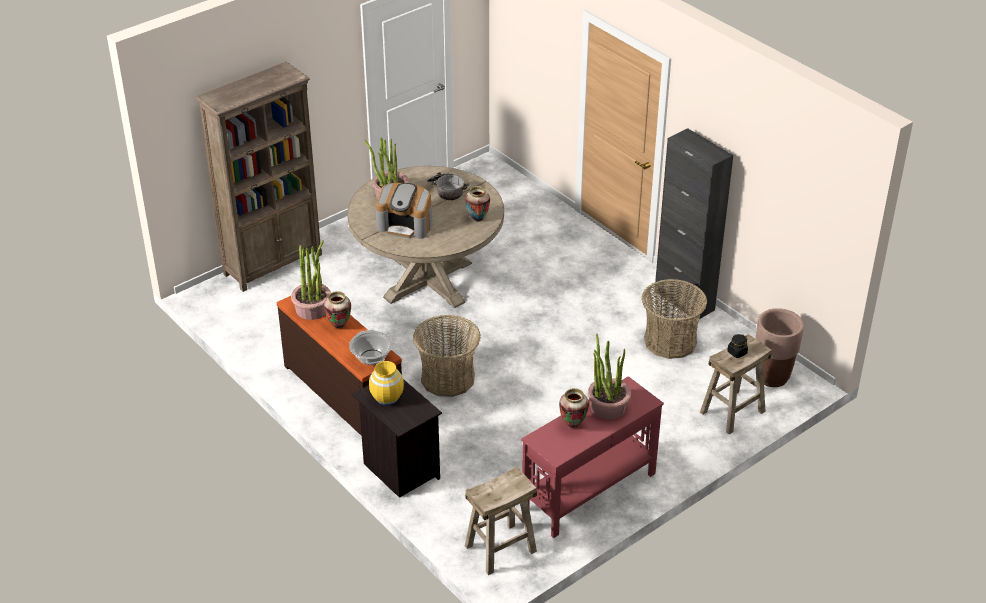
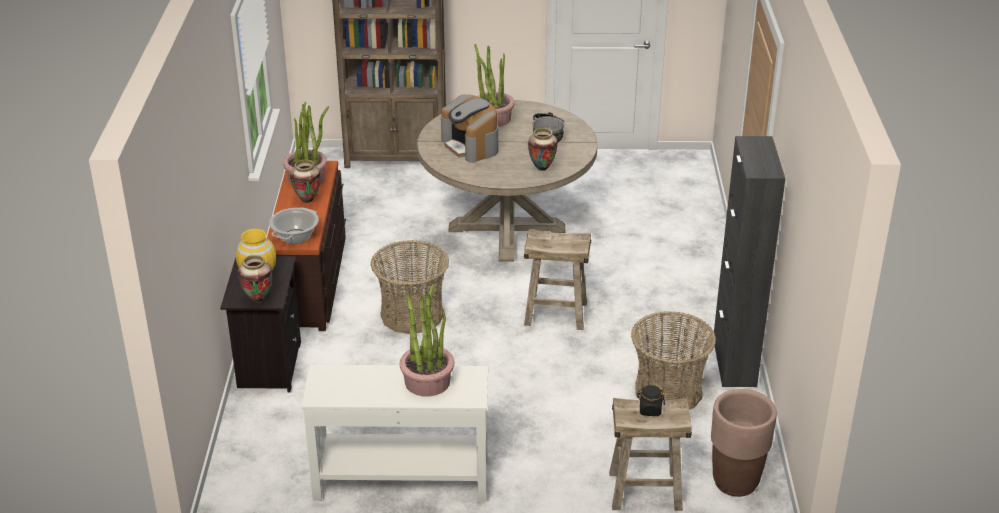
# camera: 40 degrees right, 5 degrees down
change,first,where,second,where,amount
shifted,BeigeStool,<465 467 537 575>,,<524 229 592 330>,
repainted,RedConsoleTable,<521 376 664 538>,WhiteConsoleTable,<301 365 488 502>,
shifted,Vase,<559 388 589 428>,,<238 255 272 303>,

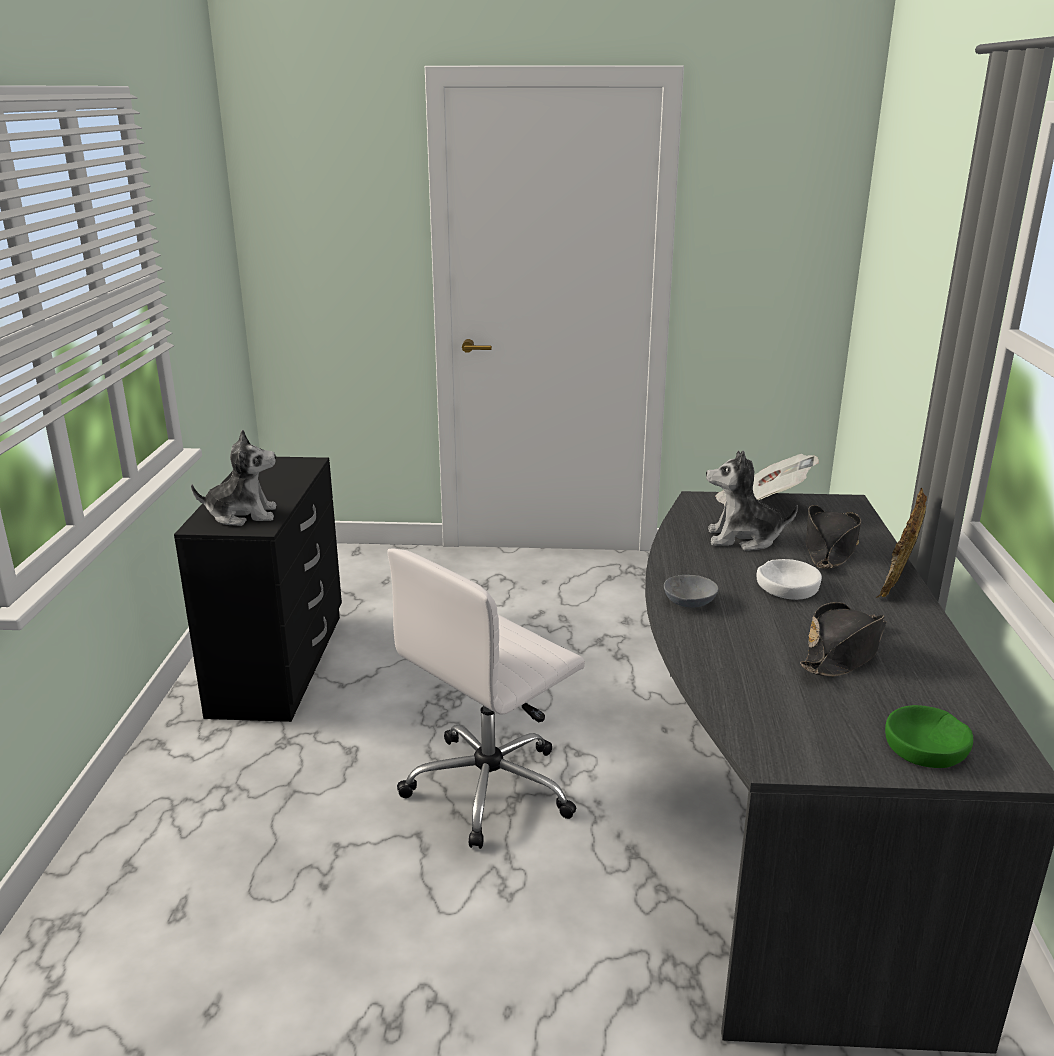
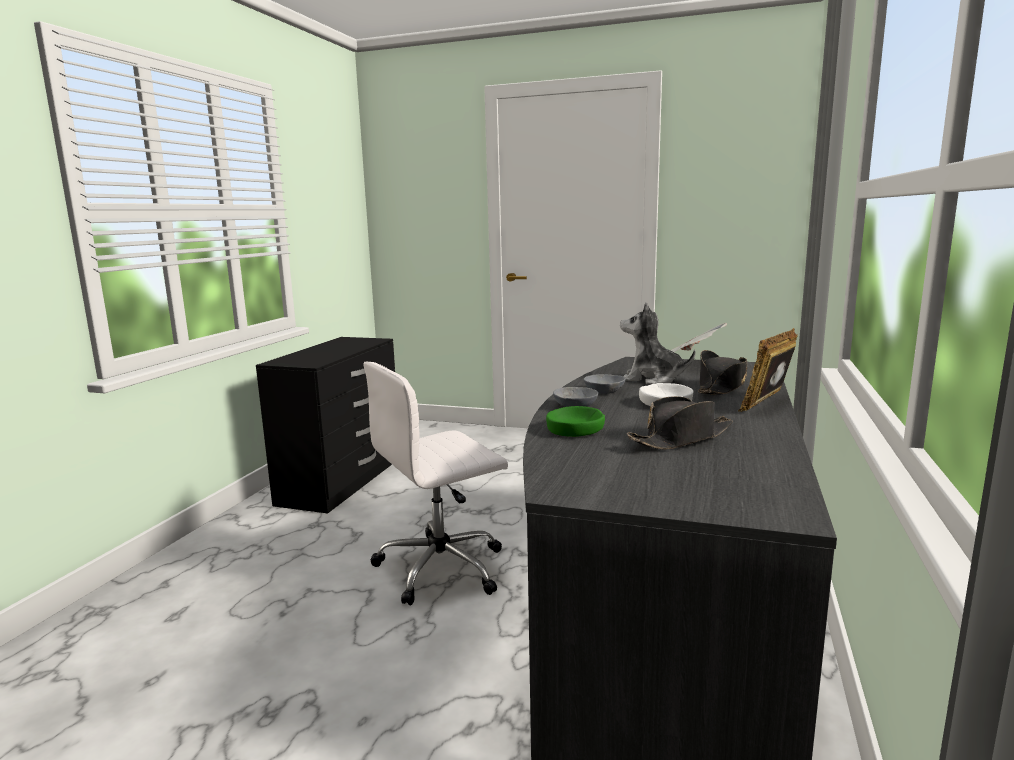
# camera: 15 degrees right, 10 degrees down
change,first,where,second,where,amount
gone,PlushToy,<191 429 276 526>,,,
shifted,GreenBowl,<885 705 973 768>,,<546 406 605 437>,
new,,,GreyBowl,<584 374 626 394>,

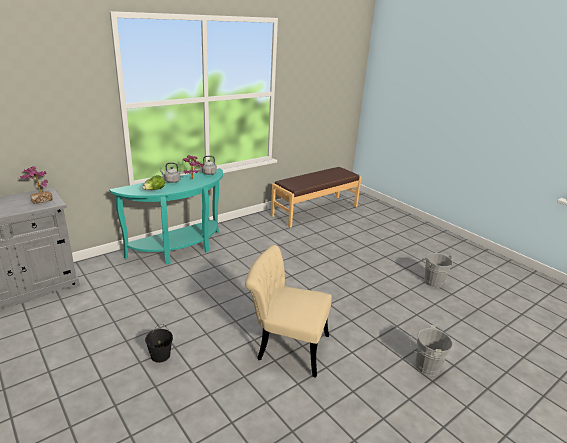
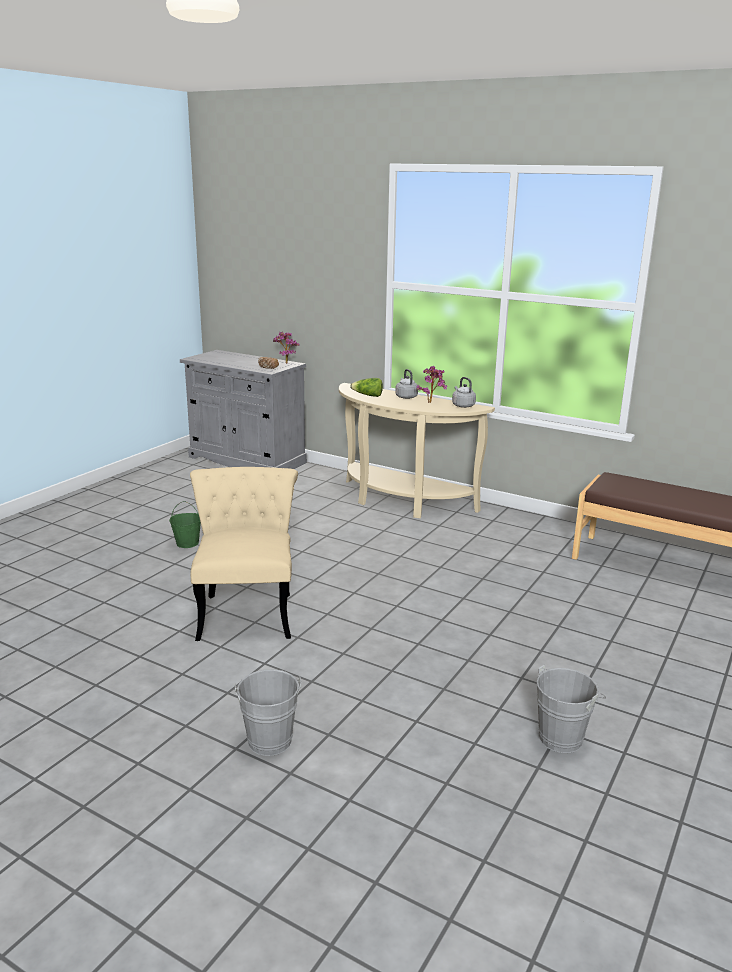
# camera: 70 degrees right, 5 degrees down
change,first,where,second,where,amount
repainted,TurquoiseConsoleTable,<109 168 223 264>,BeigeConsoleTable,<339 383 495 518>,
repainted,BlackBucket,<145 324 173 363>,GreenBucket,<169 501 201 548>,

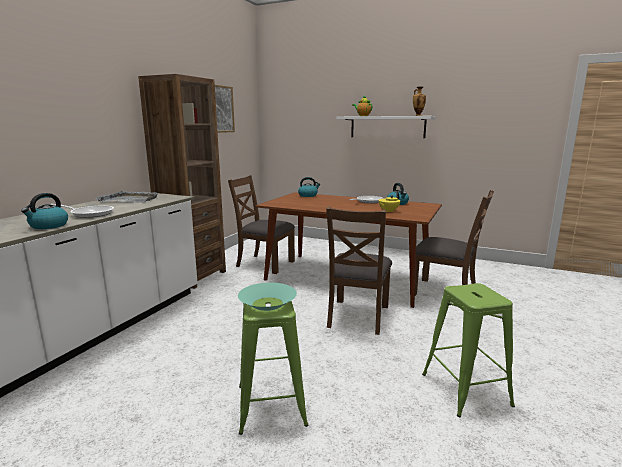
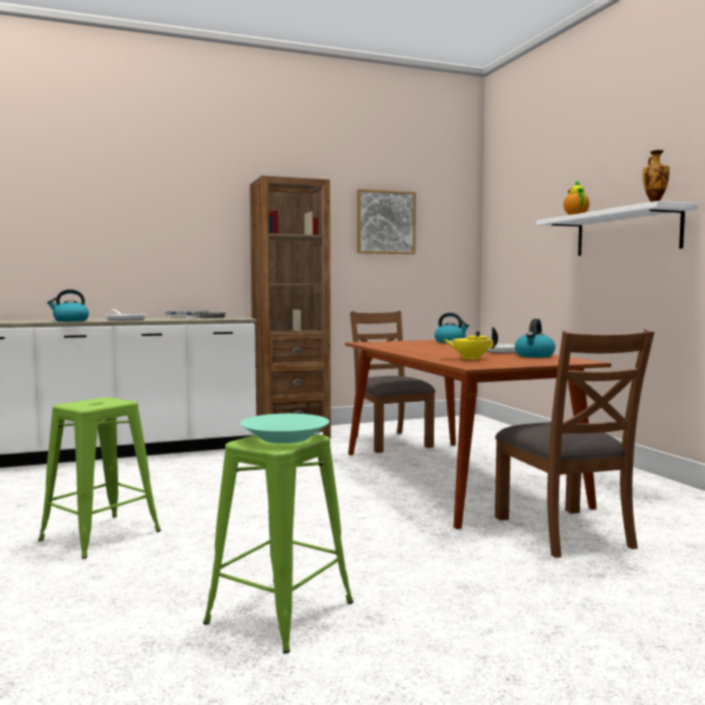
# camera: 45 degrees right, 10 degrees down
change,first,where,second,where,amount
shifted,TurquoiseBowl,<238 283 297 311>,,<240 413 329 444>,
gone,BrownChair,<326 206 392 335>,,,

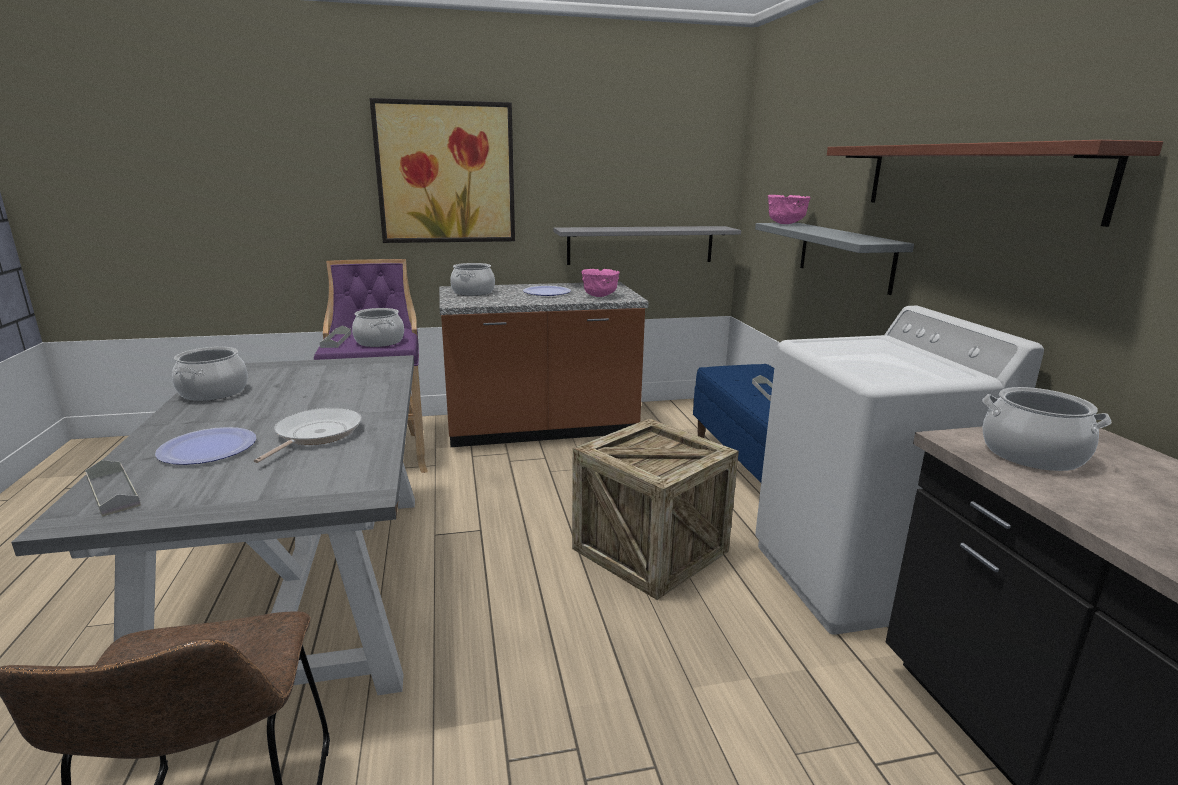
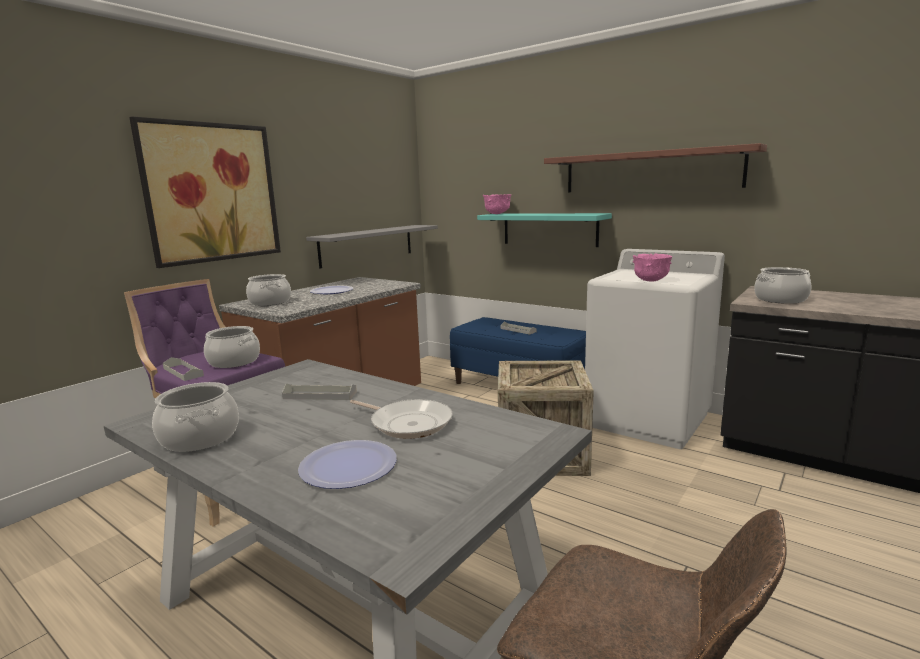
# camera: 40 degrees left, 5 degrees down
change,first,where,second,where,amount
shifted,GreyTray,<85 460 141 516>,,<282 384 357 400>,
rotated,FryingPan,<254 408 362 463>,,<350 399 453 439>,150 degrees clockwise
shifted,PinkBowl,<581 269 620 297>,,<633 254 672 282>,
repainted,GreyShelf,<755 223 914 295>,TurquoiseShelf,<477 213 612 247>,

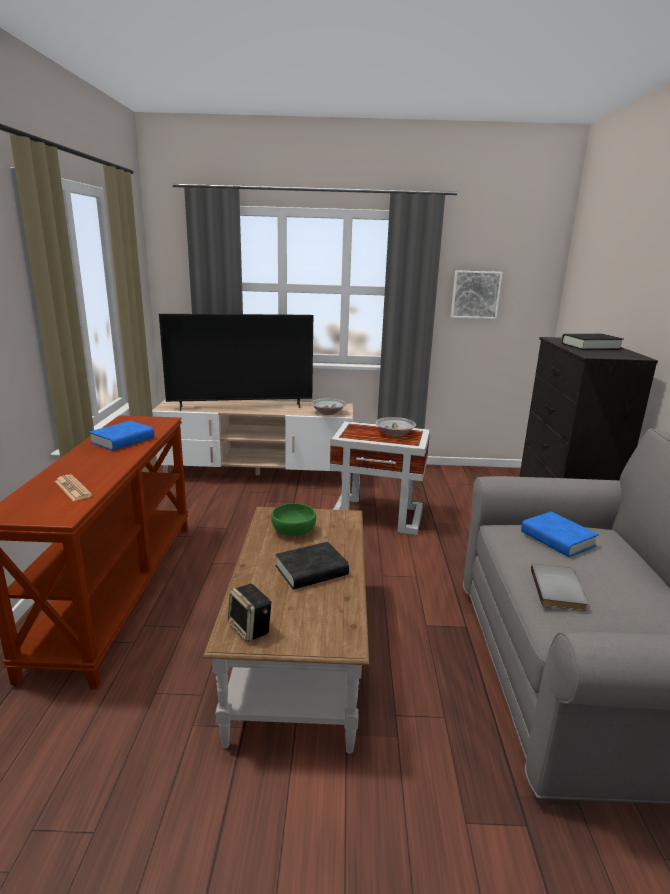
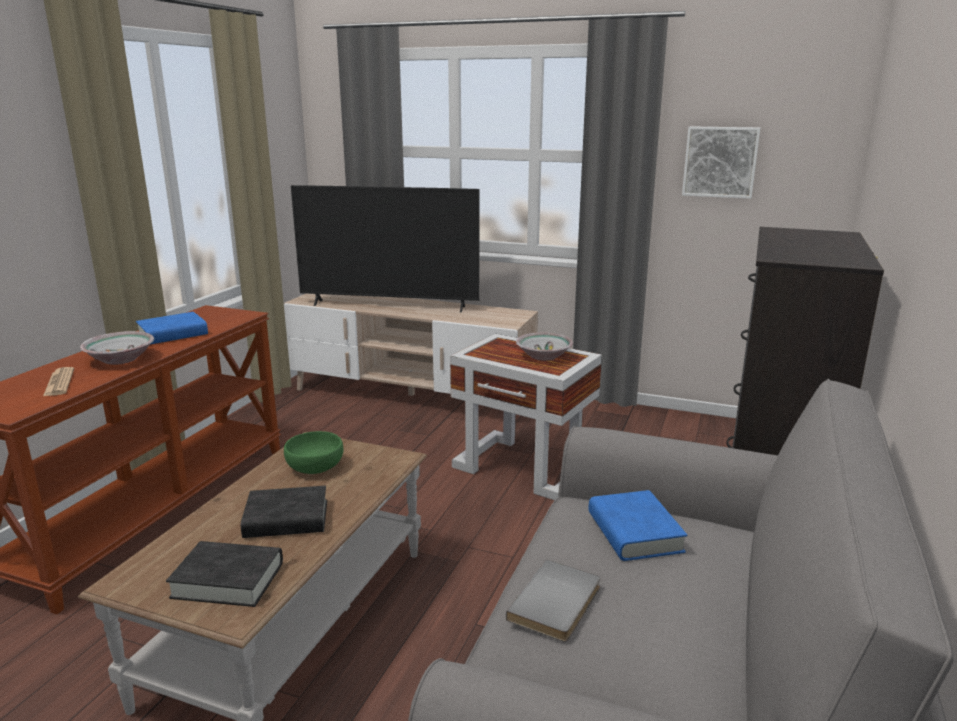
# camera: 20 degrees right, 0 degrees up
change,first,where,second,where,amount
gone,Speaker,<228 584 272 642>,,,
shifted,Bowl,<311 398 346 415>,,<80 331 154 365>,
shifted,BlackBook,<562 334 624 350>,,<166 541 283 607>,

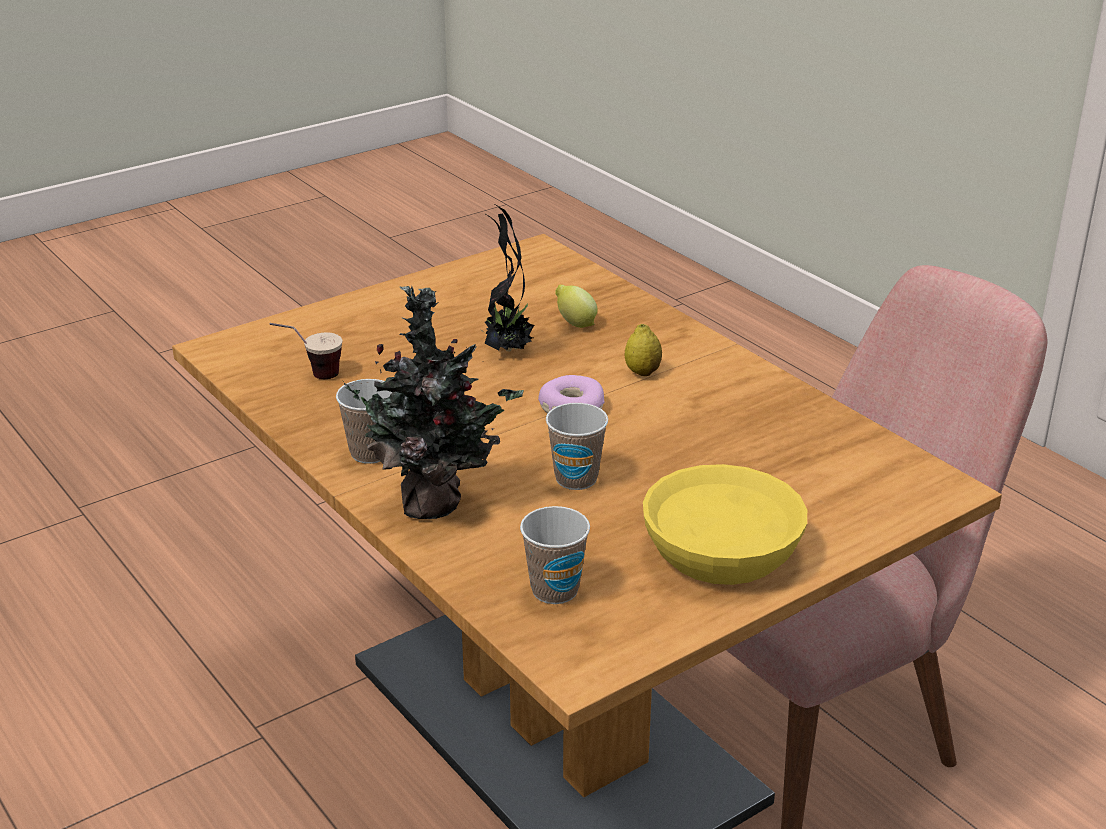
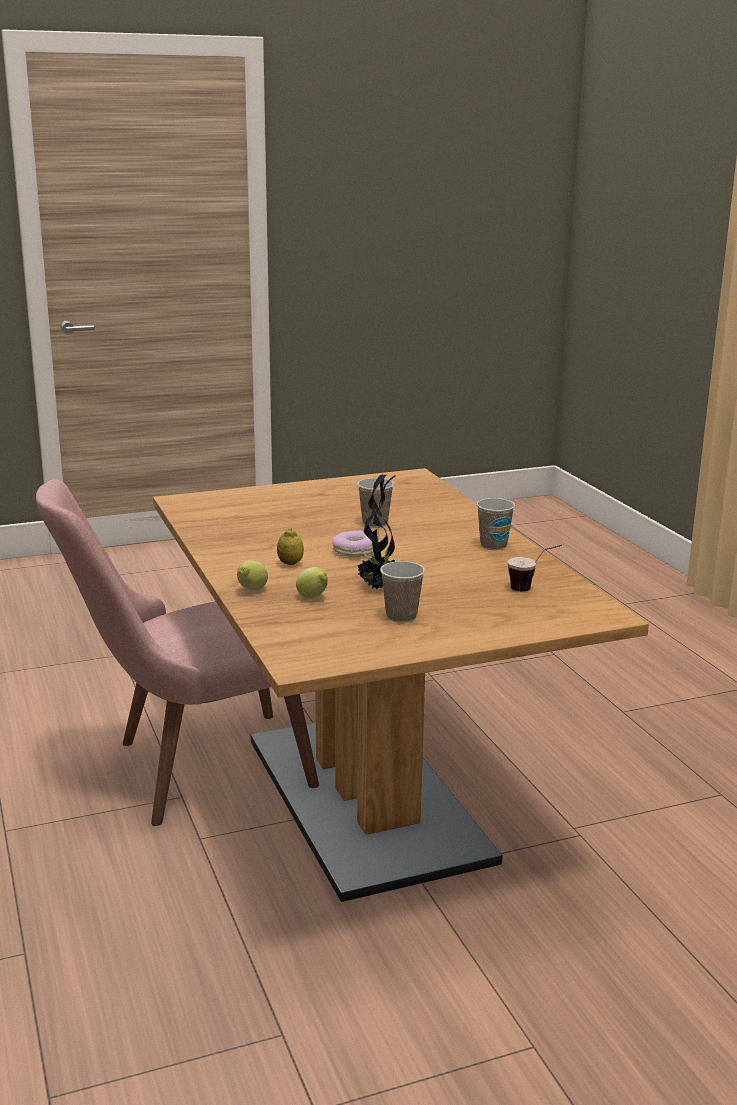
# camera: 165 degrees left, 10 degrees down
change,first,where,second,where,amount
gone,PottedPlant,<335 286 524 519>,,,
shifted,Cup,<520 506 590 604>,,<380 561 425 623>,
gone,YellowBowl,<643 464 807 585>,,,
new,,,Lemon,<237 561 268 590>,

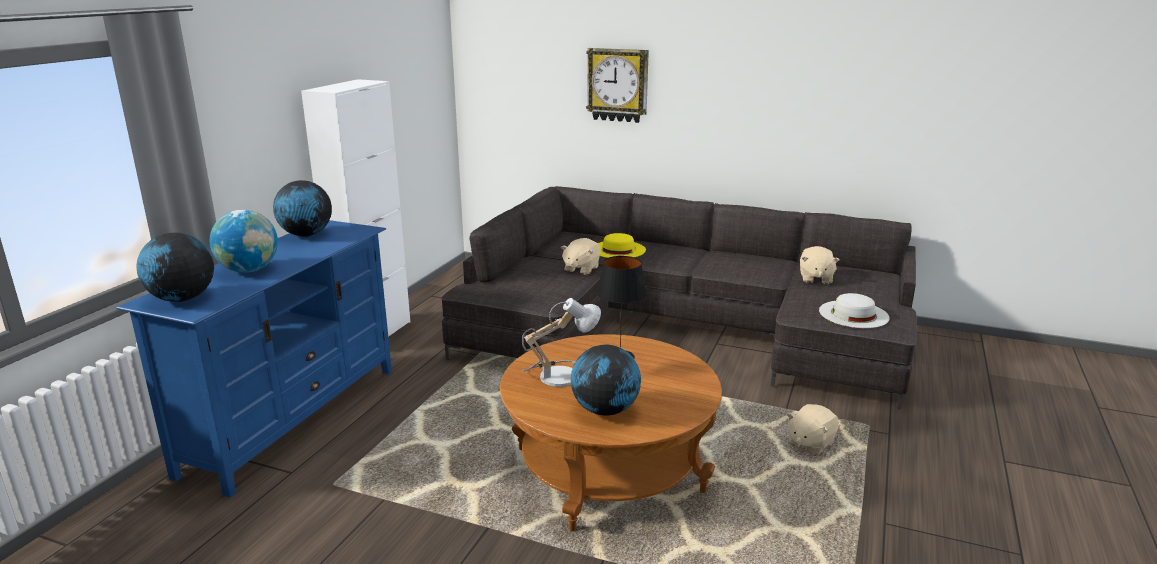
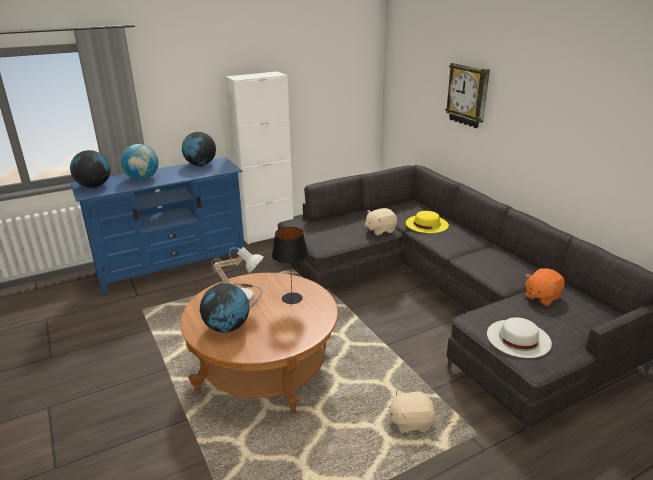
# camera: 40 degrees right, 5 degrees up
change,first,where,second,where,amount
repainted,BeigePlushToy,<800 246 839 284>,OrangePlushToy,<525 268 565 306>,

